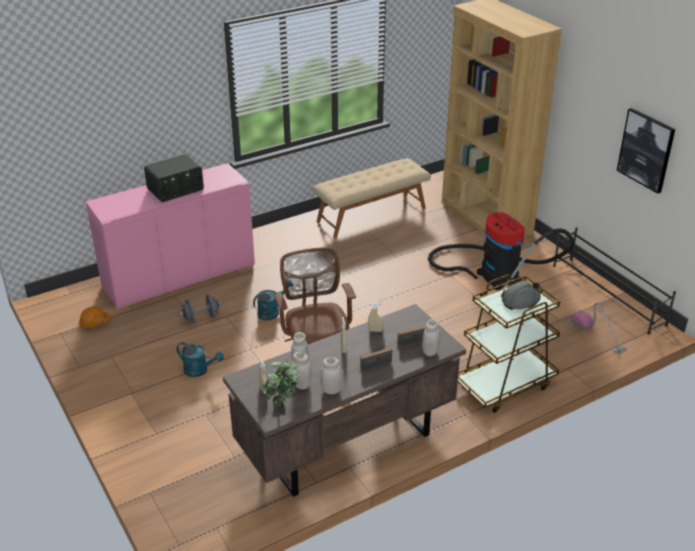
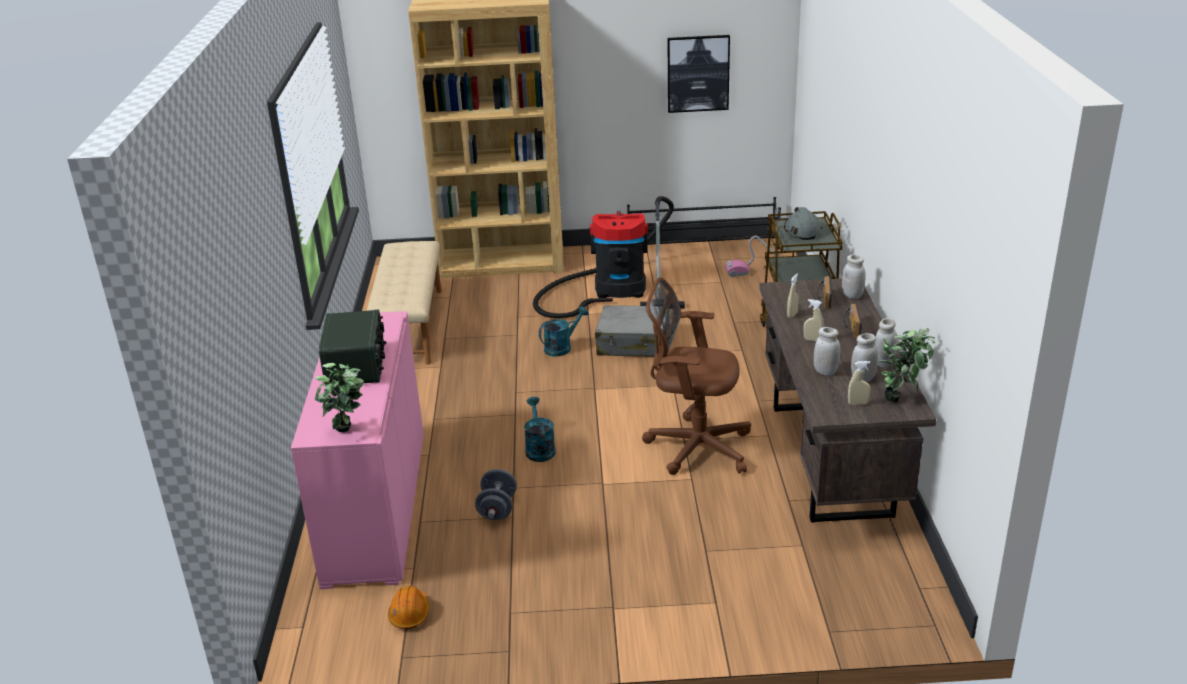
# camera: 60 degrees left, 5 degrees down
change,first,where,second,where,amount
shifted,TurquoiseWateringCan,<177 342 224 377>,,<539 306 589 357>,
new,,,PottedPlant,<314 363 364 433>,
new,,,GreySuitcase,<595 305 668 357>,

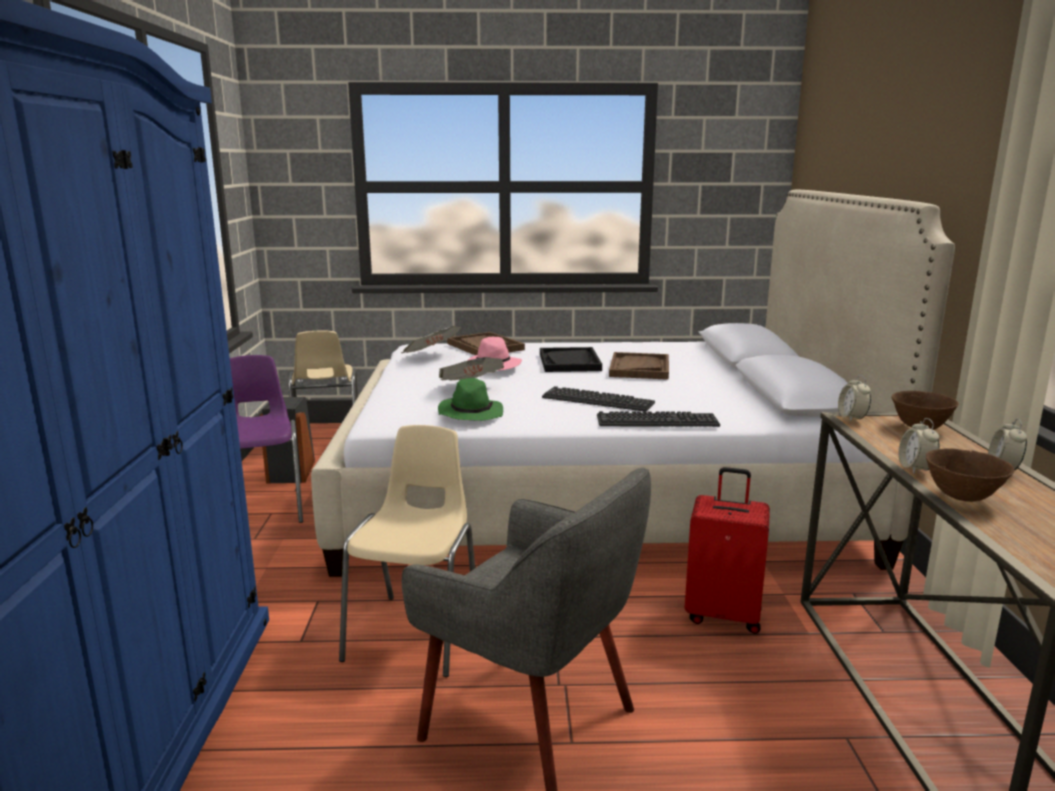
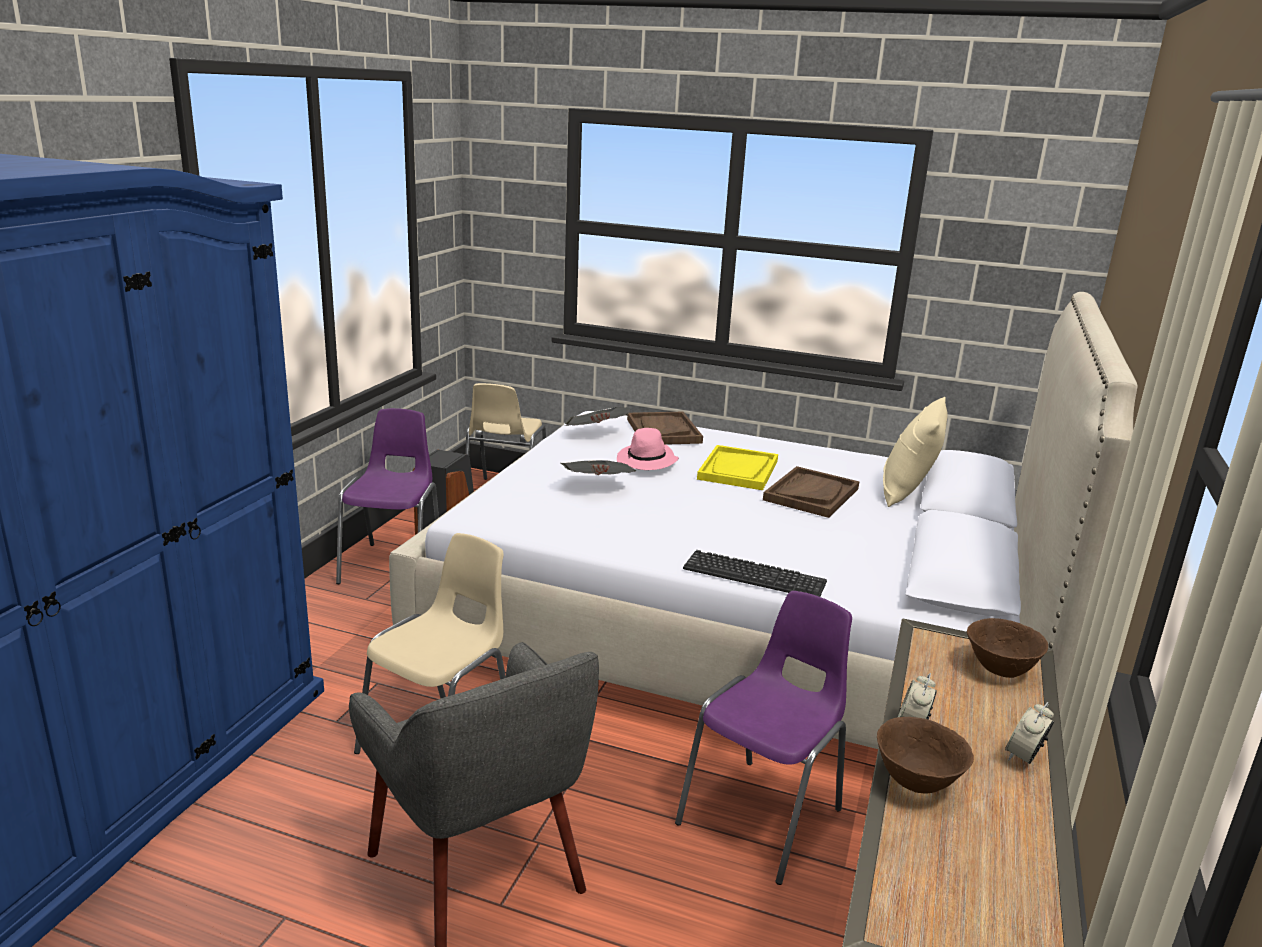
# camera: 20 degrees right, 5 degrees up
change,first,where,second,where,amount
gone,GreenHat,<438 378 503 421>,,,
repainted,BlackTray,<540 347 602 372>,YellowTray,<697 445 778 490>,
gone,Keyboard,<542 386 655 411>,,,
swapped,RedSuitcase,<685 467 770 634>,PurpleChair,<675 591 852 885>,
gone,AlarmClock,<838 375 871 421>,,,
new,,,BeigePillow,<883 397 947 507>,

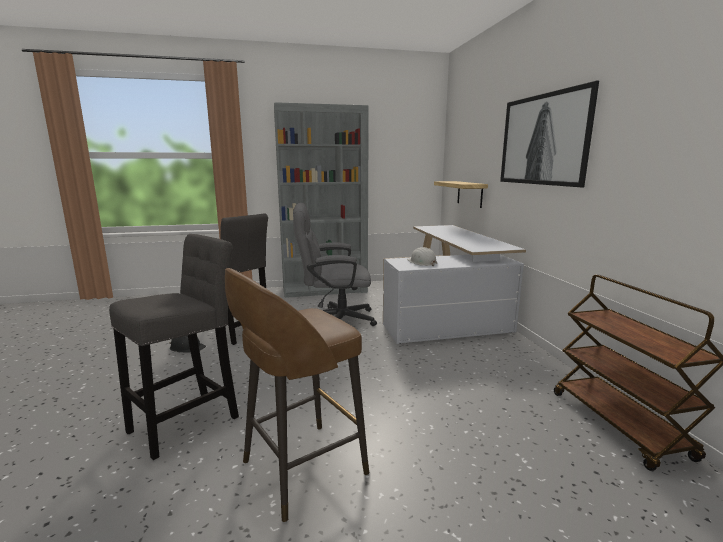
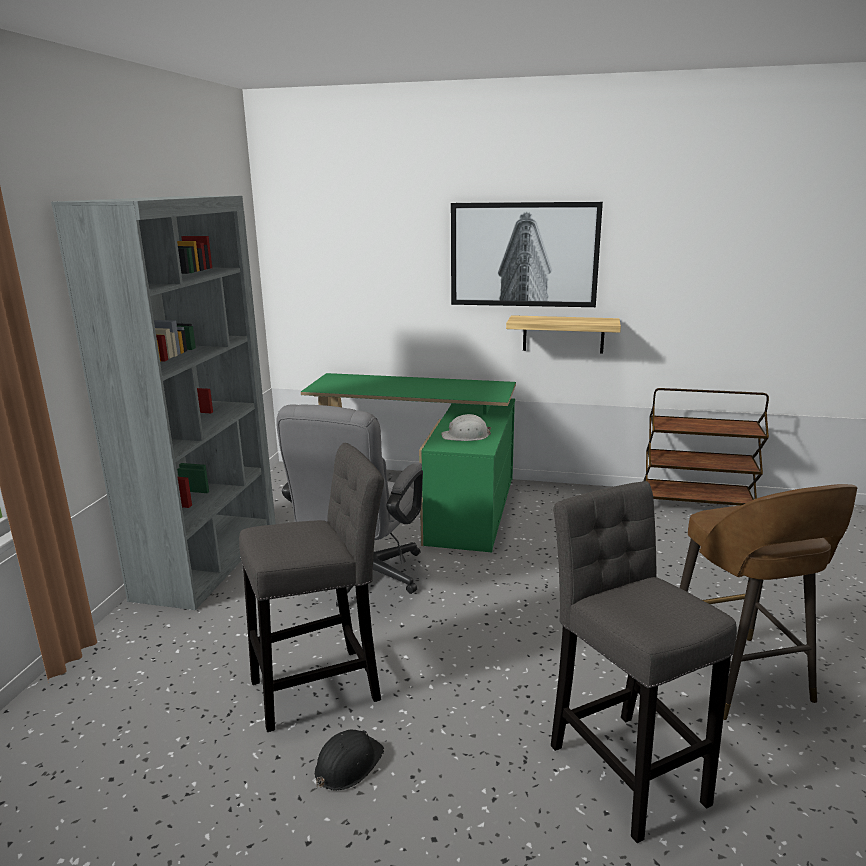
# camera: 65 degrees left, 5 degrees up
change,first,where,second,where,amount
repainted,WhiteDesk,<383 225 526 344>,GreenDesk,<301 373 516 553>,
shifted,Shelf,<434 181 488 208>,,<506 315 621 354>,

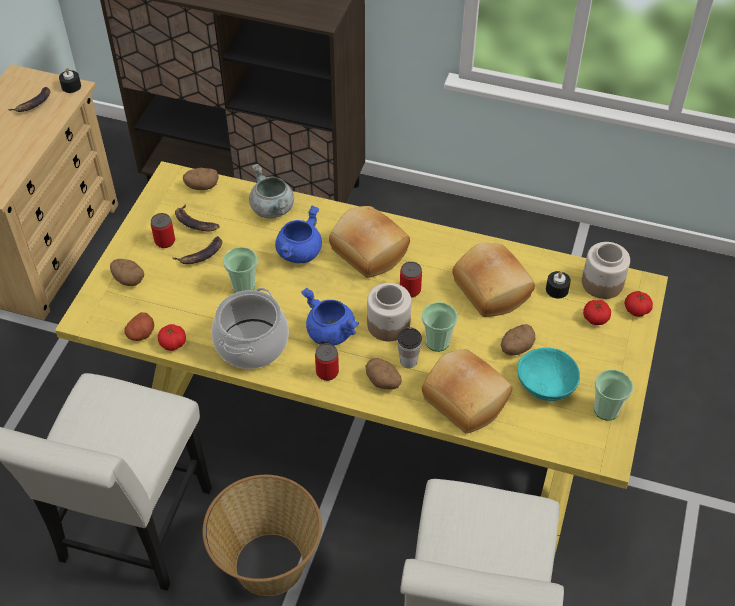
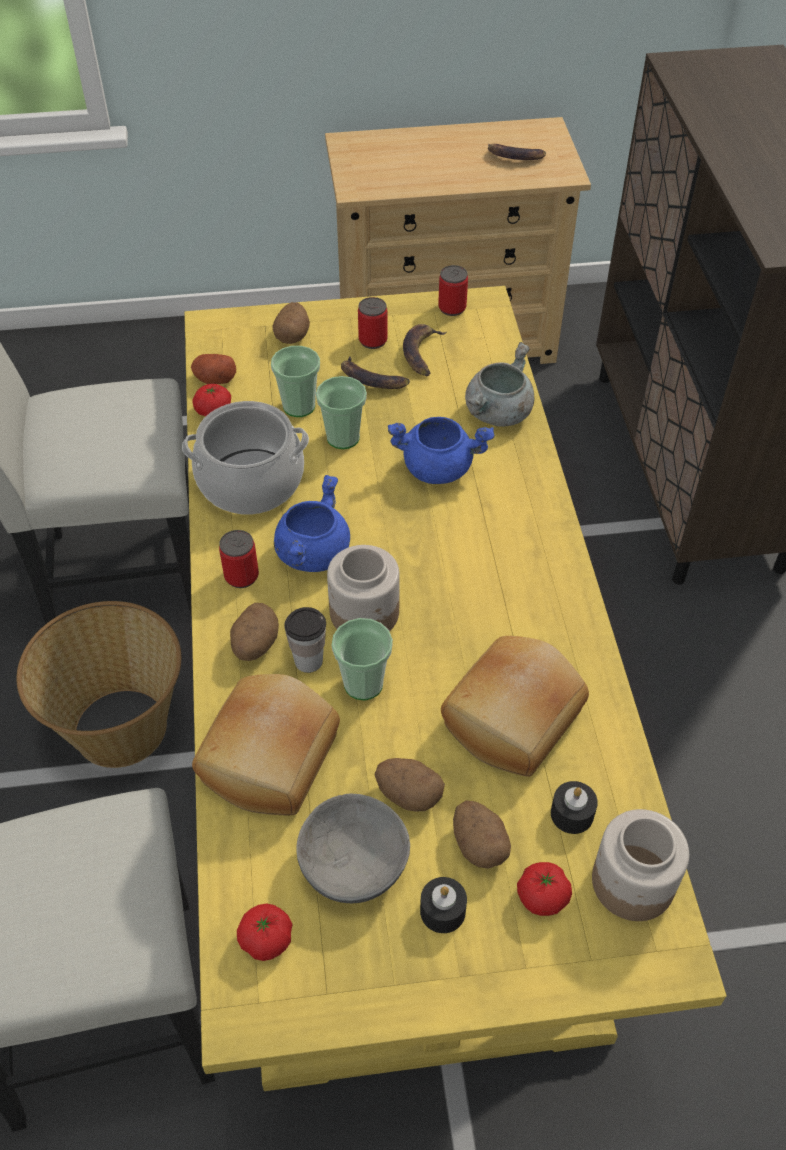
# camera: 65 degrees right, 0 degrees up
change,first,where,second,where,amount
shifted,BlackCandle,<59 68 81 93>,,<420 877 467 933>,
shifted,Potato,<183 168 219 190>,,<453 800 511 869>,
gone,Bread,<329 206 410 278>,,,
shifted,Can,<400 262 422 298>,,<438 265 468 316>,
repainted,TurquoiseBowl,<517 348 580 401>,GreyBowl,<296 794 410 903>,
shifted,Cup,<594 370 633 421>,,<271 346 320 417>,
shifted,Tomato,<625 291 653 317>,,<237 903 292 961>,

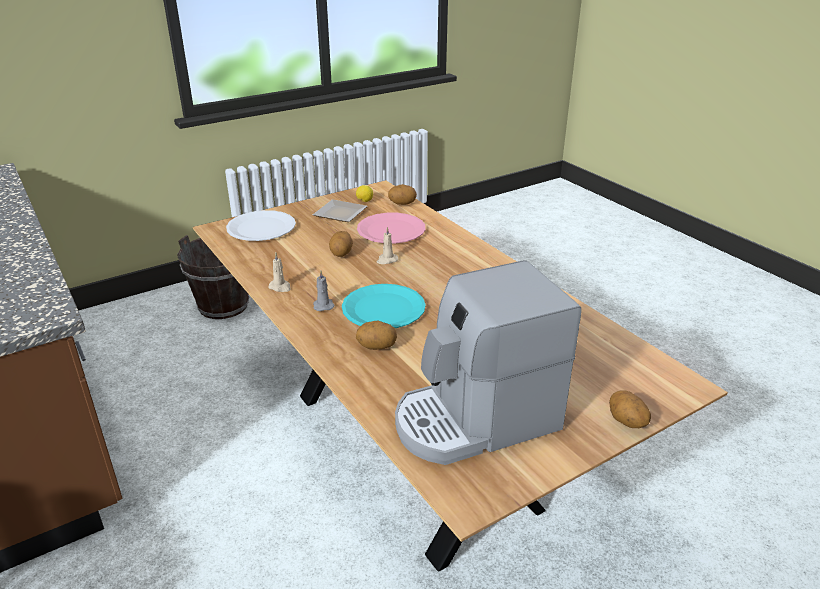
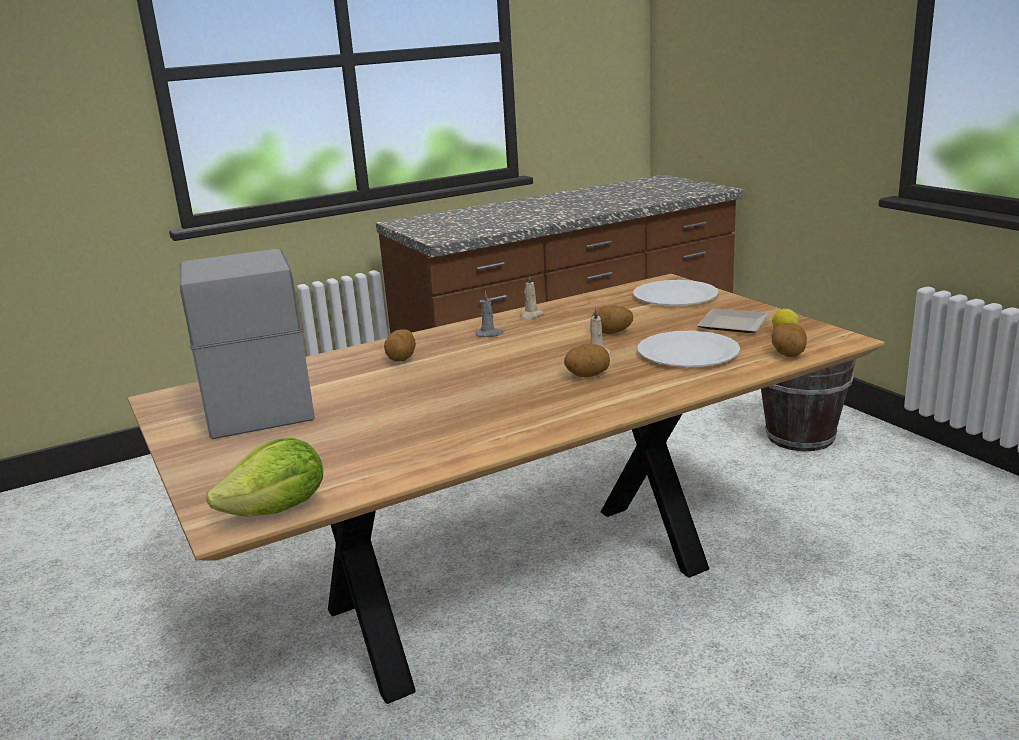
# camera: 95 degrees right, 10 degrees down
change,first,where,second,where,amount
gone,TurquoisePlate,<342 284 426 328>,,,
repainted,PinkPlate,<357 213 425 243>,WhitePlate,<637 331 740 367>,
shifted,Potato,<609 390 651 428>,,<564 344 610 377>,
new,,,Lettuce,<206 438 323 517>,

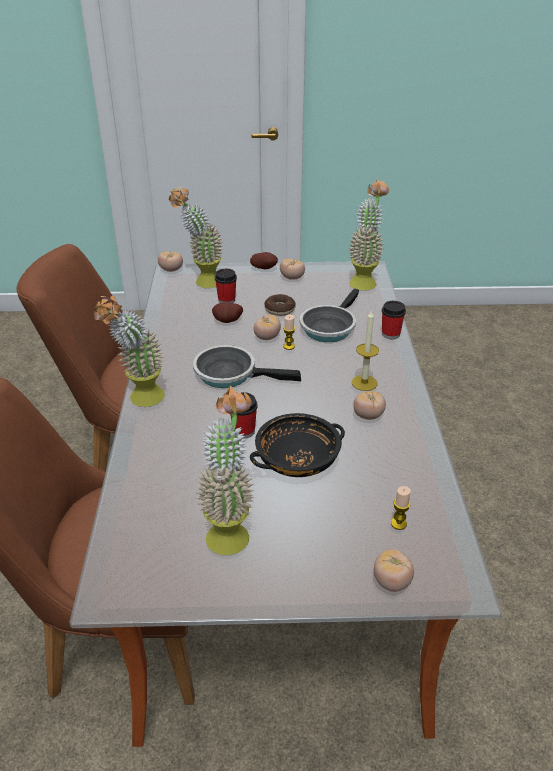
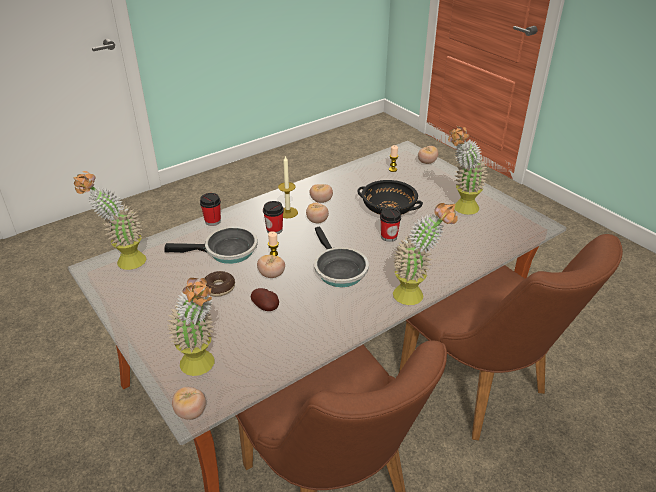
# camera: 125 degrees left, 0 degrees up
change,first,where,second,where,amount
shifted,Cup,<215 269 237 303>,,<263 201 284 234>,
gone,Potato,<250 252 278 269>,,,
shifted,Tomato,<280 259 305 280>,,<306 202 329 223>,

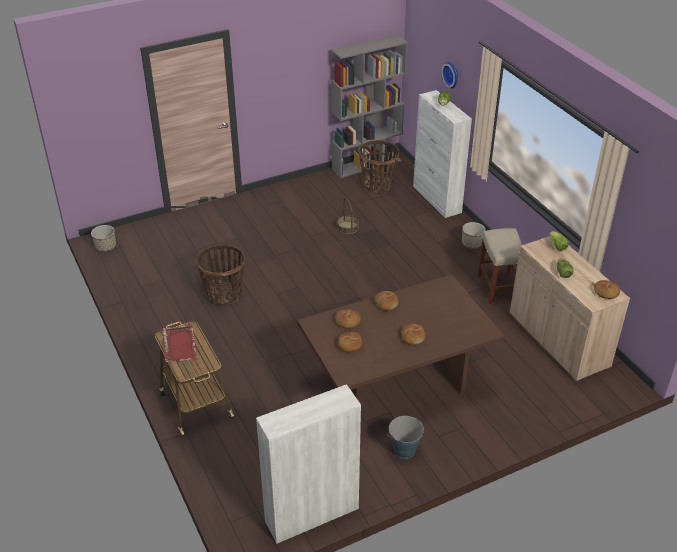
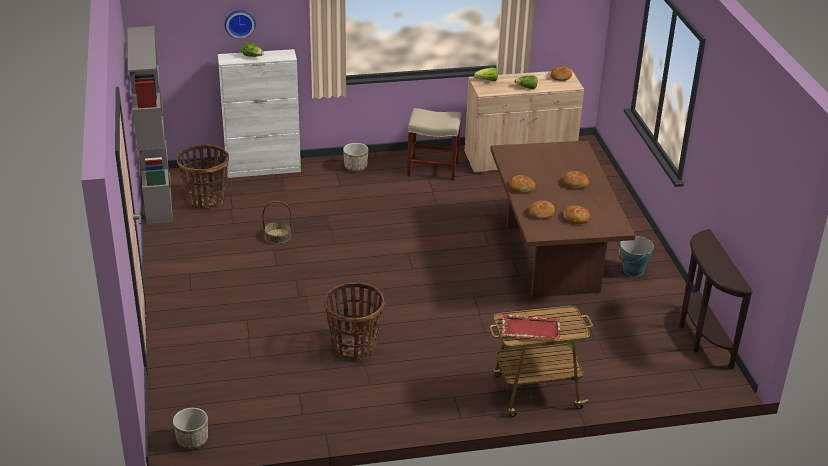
# camera: 75 degrees left, 5 degrees down
change,first,where,second,where,amount
swapped,WhiteCabinet,<256 384 361 544>,BrownConsoleTable,<679 229 753 369>,

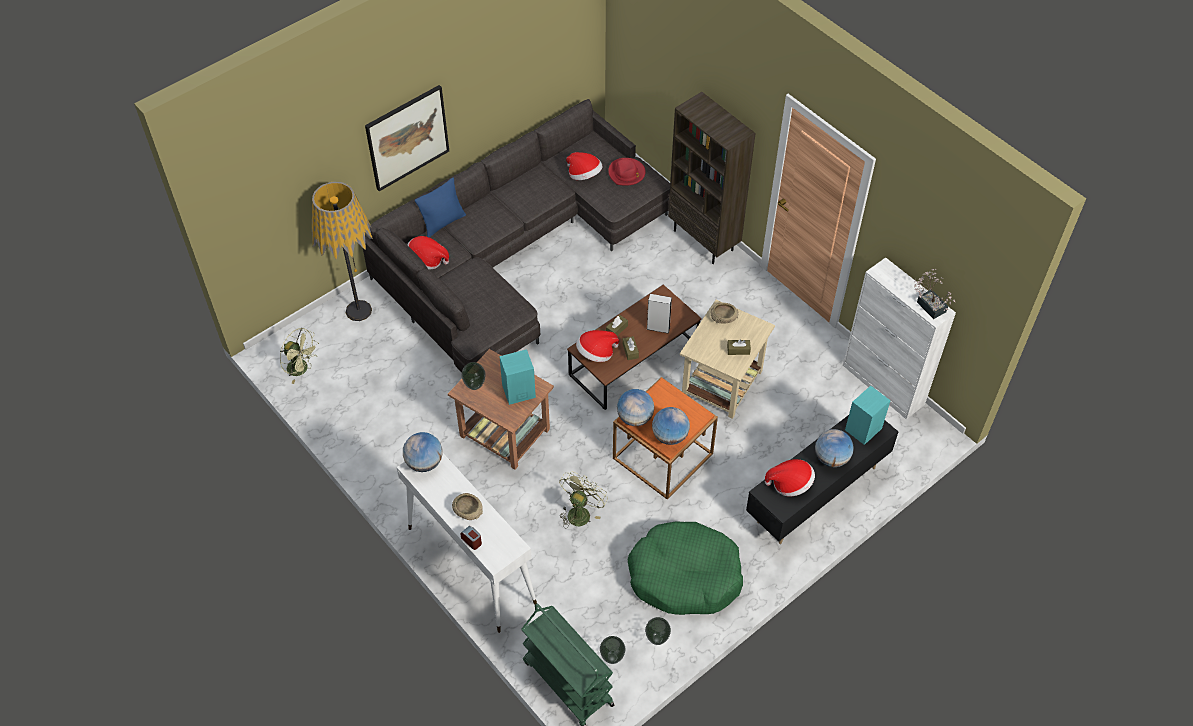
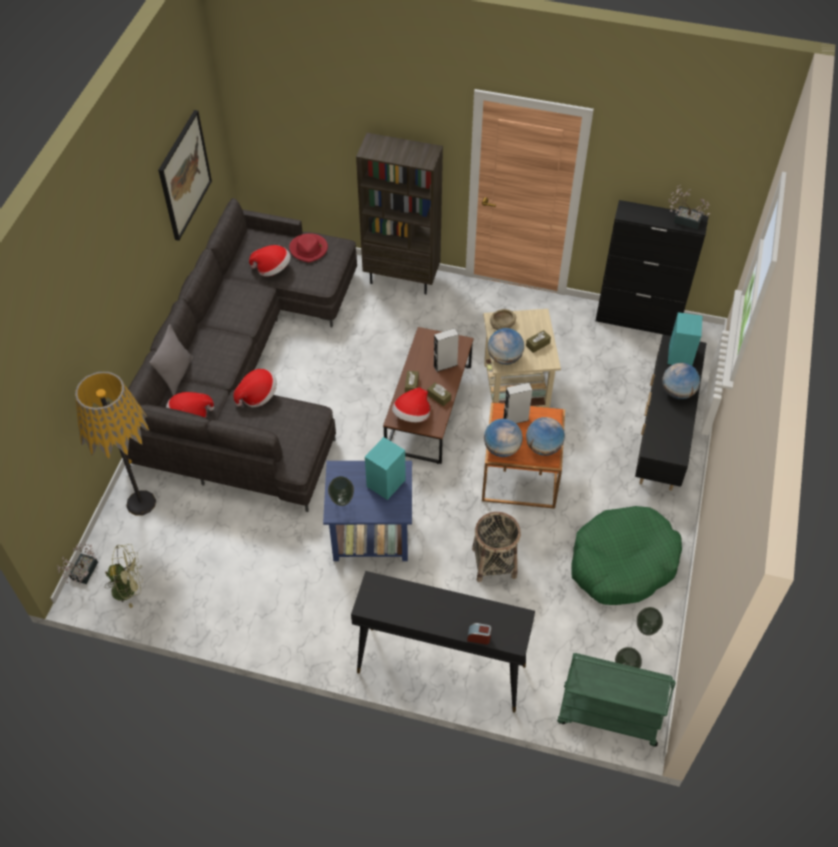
# camera: 35 degrees left, 0 degrees up
change,first,where,second,where,amount
shifted,Picture,<365 85 449 191>,,<158 110 212 241>,
repainted,WhiteConsoleTable,<397 453 537 633>,BlackConsoleTable,<351 571 535 712>,
shifted,Globe,<403 432 443 472>,,<488 328 524 365>,
repainted,BluePillow,<415 178 466 238>,GreyPillow,<149 324 193 396>,
repainted,BrownSideTable,<448 349 554 470>,BlueSideTable,<323 461 412 561>,
gone,BeigeBowl,<452 493 483 520>,,,
swapped,GreenFan,<559 471 608 528>,Basket,<472 512 521 582>,
shifted,Hat,<765 459 815 496>,,<233 369 277 407>,
repainted,WhiteCabinet,<843 257 956 419>,BlackCabinet,<596 200 708 336>,
new,,,PottedPlant,<57 543 98 584>,
new,,,GreySpeaker,<503 383 532 424>,

